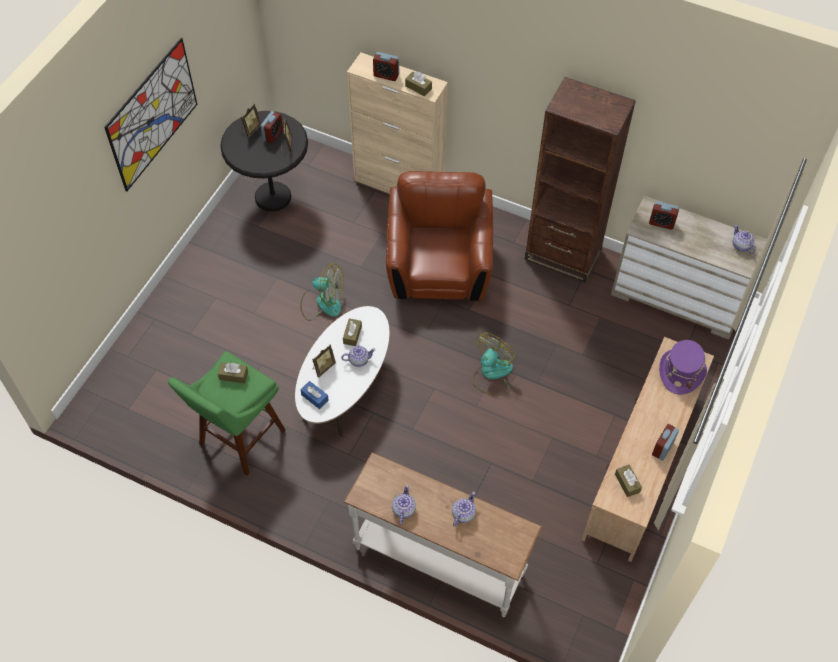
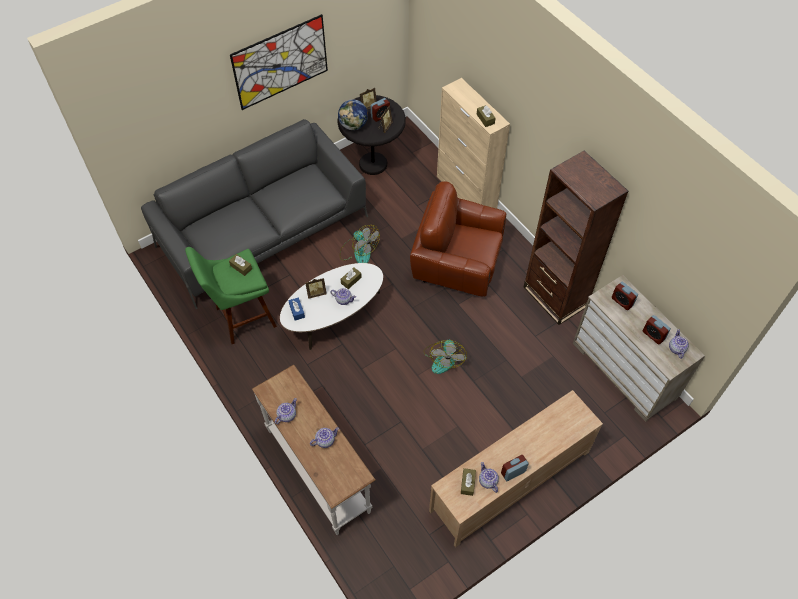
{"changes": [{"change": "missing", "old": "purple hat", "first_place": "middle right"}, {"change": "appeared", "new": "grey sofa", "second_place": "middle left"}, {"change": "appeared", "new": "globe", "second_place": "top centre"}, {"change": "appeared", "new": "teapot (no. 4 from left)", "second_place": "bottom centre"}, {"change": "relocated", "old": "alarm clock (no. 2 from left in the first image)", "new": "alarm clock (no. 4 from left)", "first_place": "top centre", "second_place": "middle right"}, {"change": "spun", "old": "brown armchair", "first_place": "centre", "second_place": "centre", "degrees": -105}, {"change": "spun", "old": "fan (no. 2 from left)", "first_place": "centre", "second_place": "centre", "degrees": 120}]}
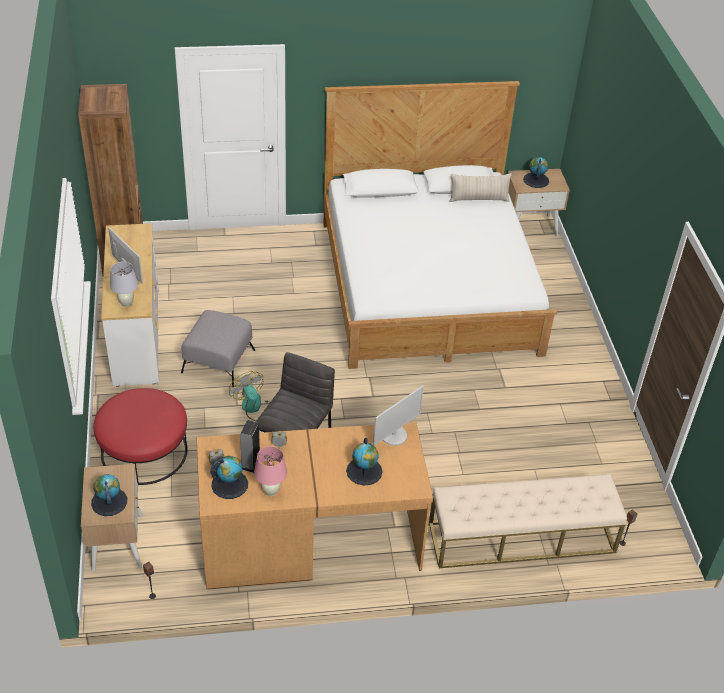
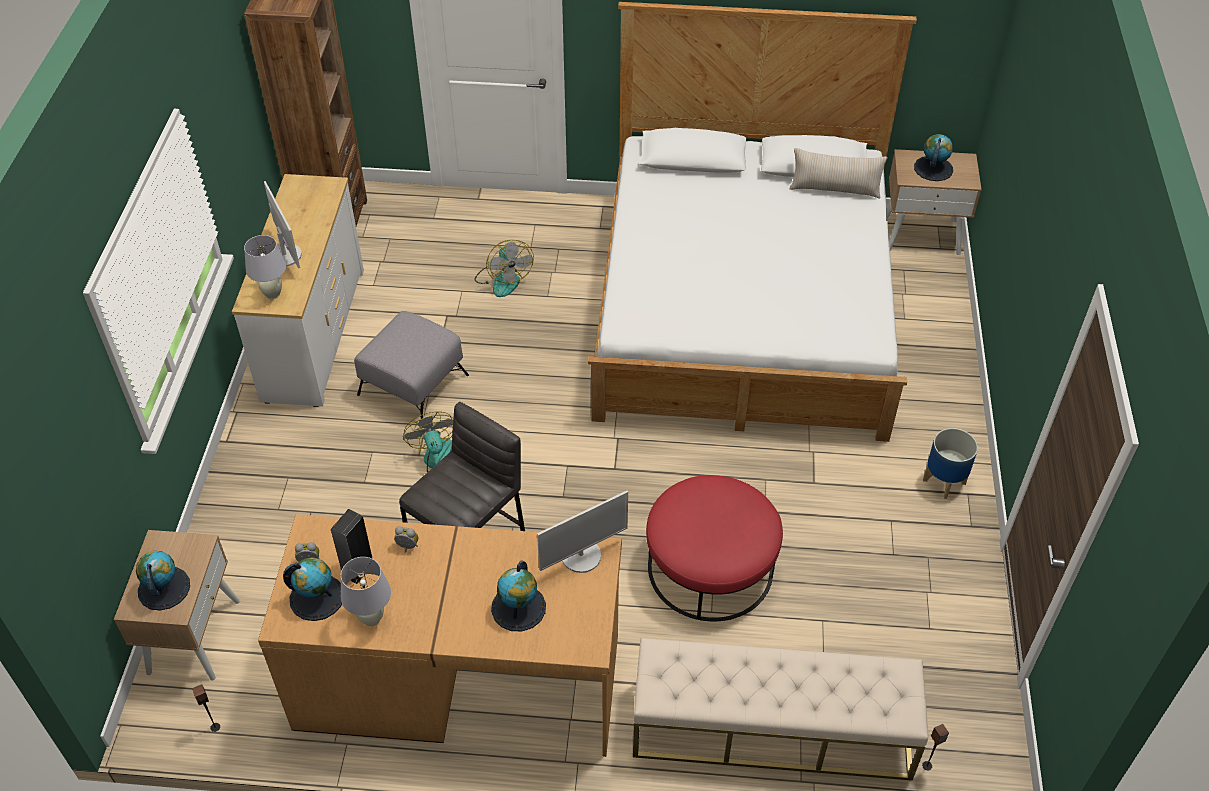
{"changes": [{"change": "appeared", "new": "fan (no. 2 from left)", "second_place": "centre"}, {"change": "appeared", "new": "planter", "second_place": "middle right"}, {"change": "relocated", "old": "red ottoman", "first_place": "middle left", "second_place": "bottom centre"}, {"change": "colour", "old": "pink table lamp", "new": "white table lamp (no. 2 from left)", "first_place": "bottom centre", "second_place": "bottom left"}]}
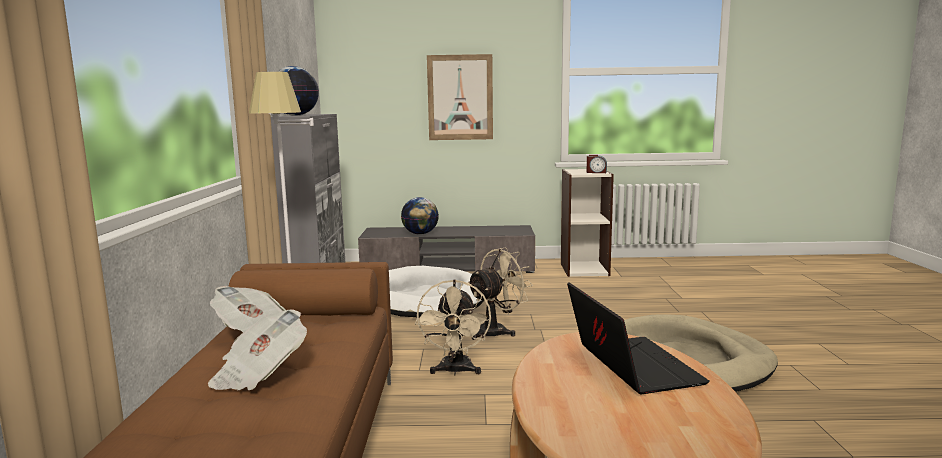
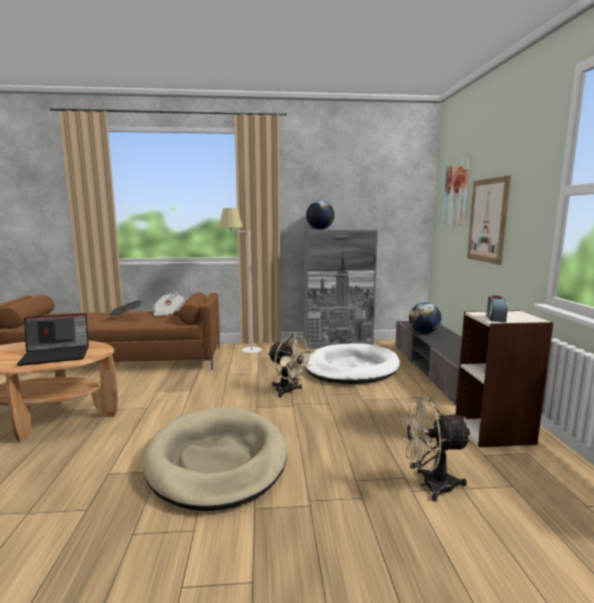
{"changes": [{"change": "appeared", "new": "picture (no. 1 from left)", "second_place": "top right"}, {"change": "relocated", "old": "beige fan (no. 1 from left in the first image)", "new": "beige fan (no. 2 from left)", "first_place": "bottom centre", "second_place": "bottom right"}]}
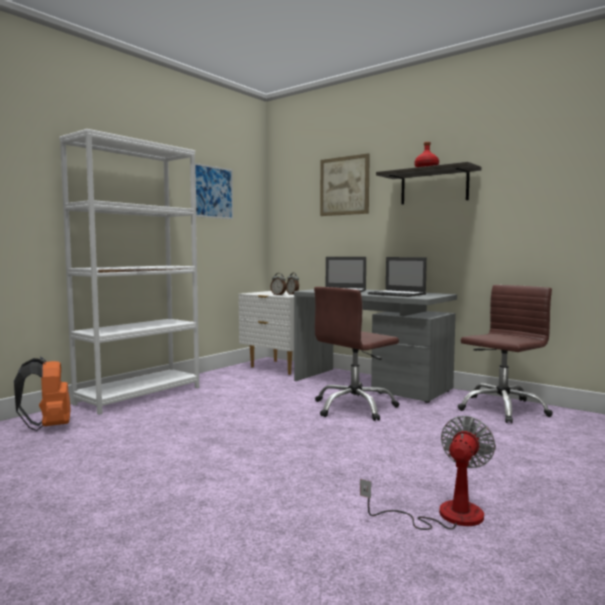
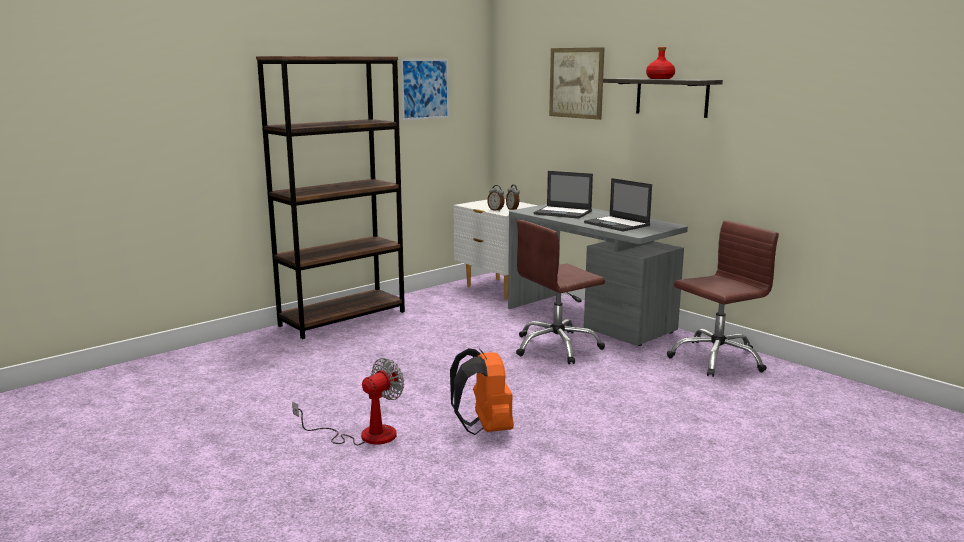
{"changes": [{"change": "relocated", "old": "orange backpack", "first_place": "middle left", "second_place": "bottom centre"}, {"change": "relocated", "old": "fan", "first_place": "bottom right", "second_place": "bottom centre"}, {"change": "colour", "old": "white bookcase", "new": "brown bookcase", "first_place": "middle left", "second_place": "centre"}]}
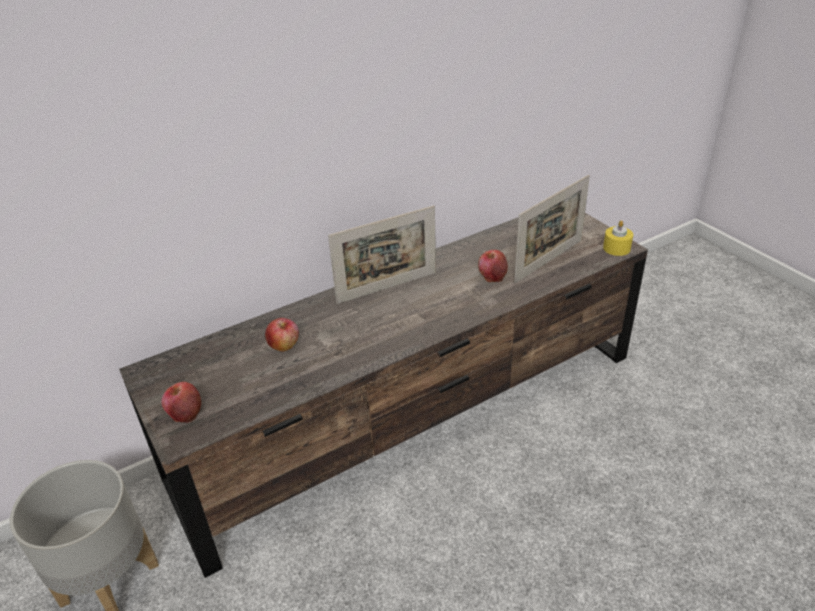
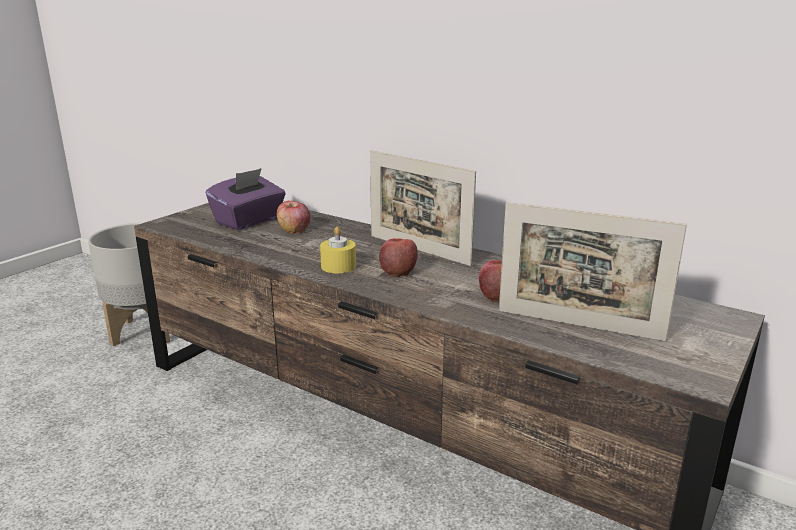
{"changes": [{"change": "appeared", "new": "purple tissue box", "second_place": "middle left"}, {"change": "relocated", "old": "apple (no. 1 from left in the first image)", "new": "apple (no. 2 from left)", "first_place": "middle left", "second_place": "centre"}, {"change": "relocated", "old": "yellow candle", "first_place": "middle right", "second_place": "centre"}]}
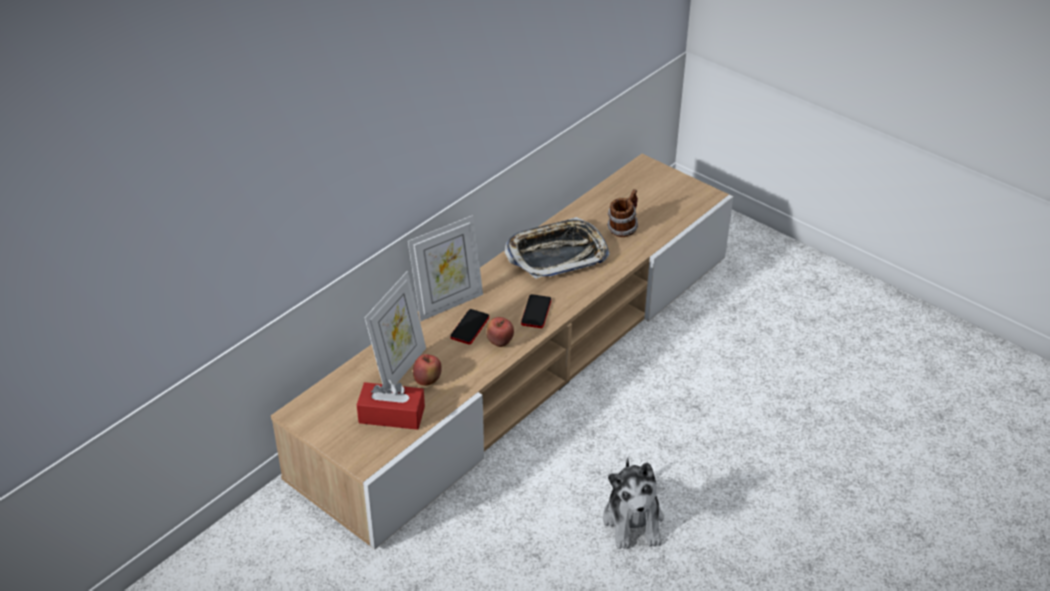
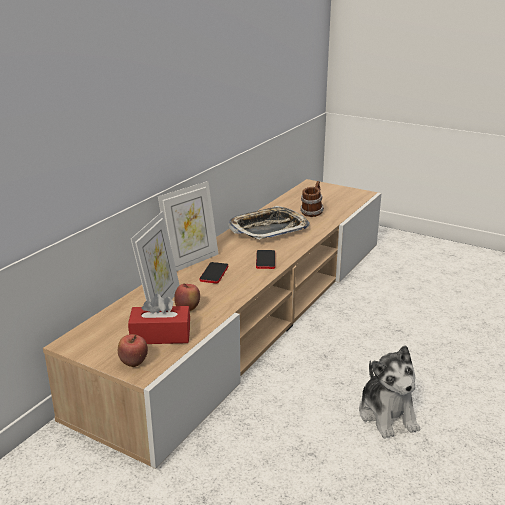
{"changes": [{"change": "relocated", "old": "apple (no. 2 from left in the first image)", "new": "apple (no. 1 from left)", "first_place": "centre", "second_place": "bottom left"}]}
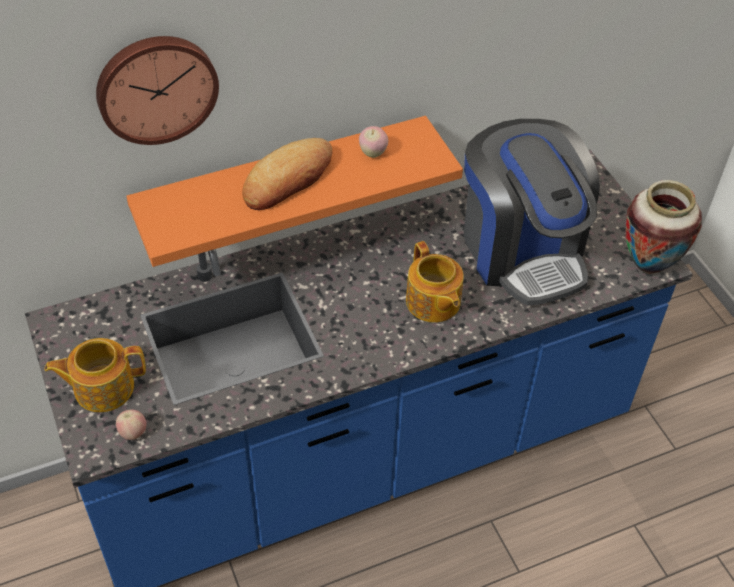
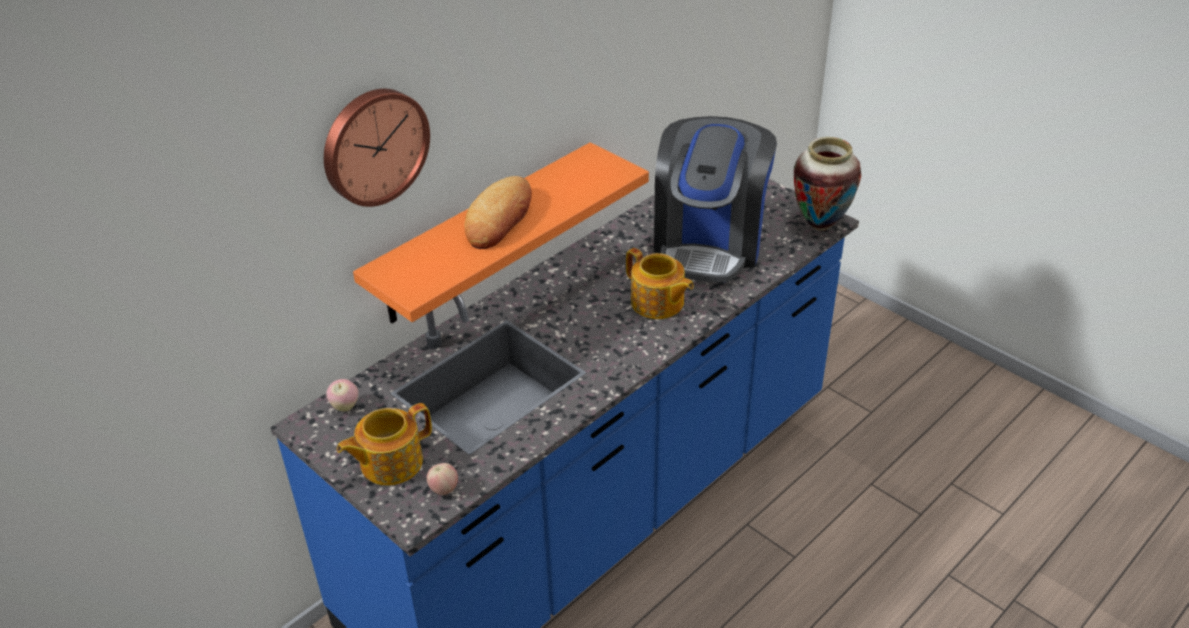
{"changes": [{"change": "relocated", "old": "apple (no. 2 from left in the first image)", "new": "apple (no. 1 from left)", "first_place": "top centre", "second_place": "middle left"}, {"change": "spun", "old": "coffee machine", "first_place": "middle right", "second_place": "top centre", "degrees": 60}]}
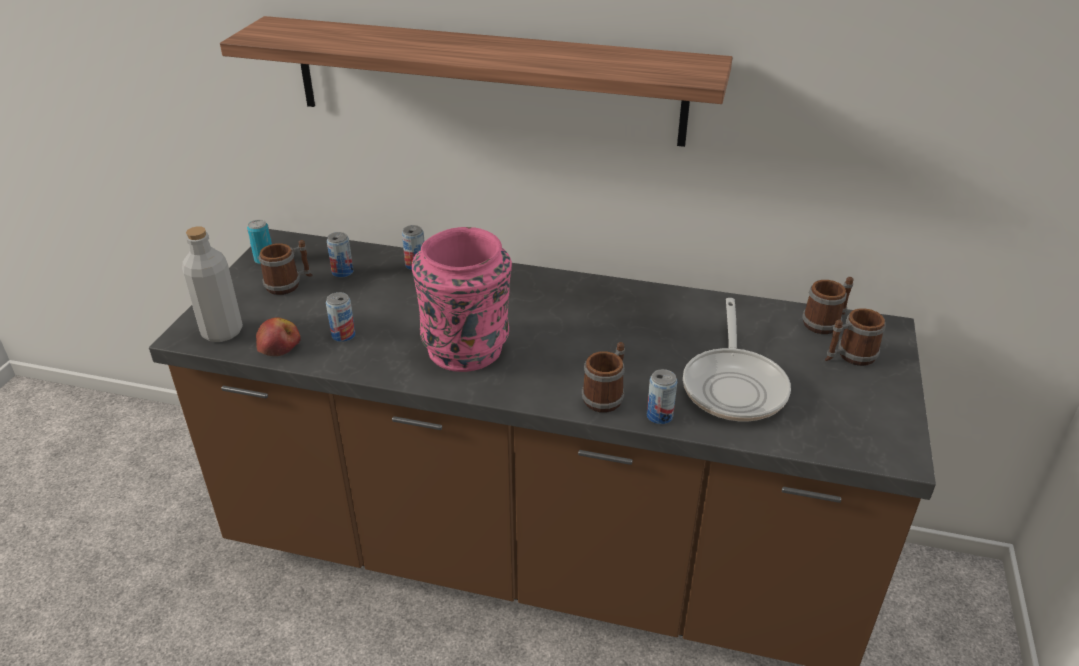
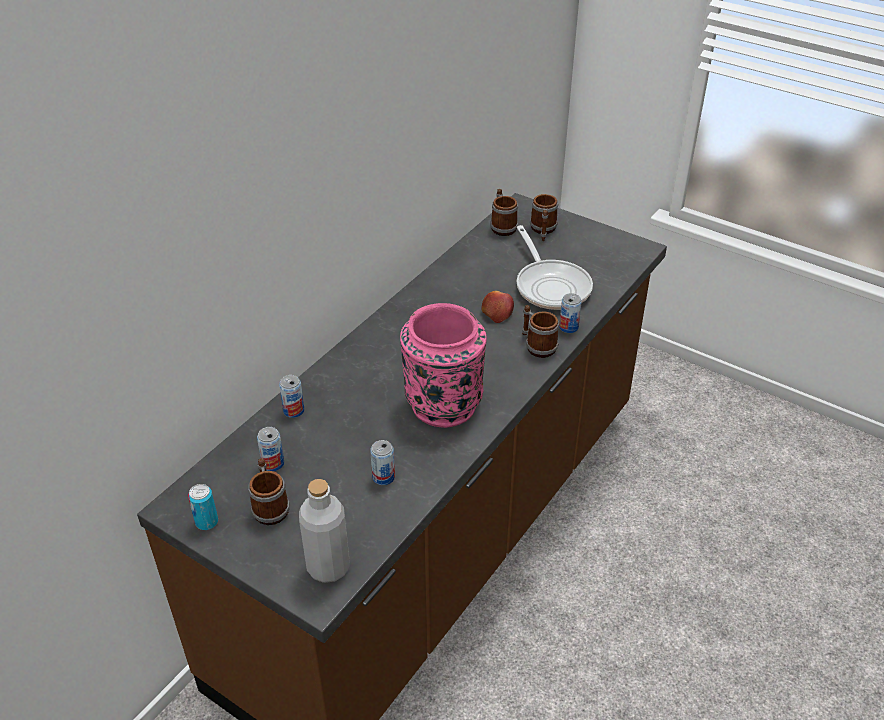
{"changes": [{"change": "missing", "old": "shelf", "first_place": "top centre"}, {"change": "relocated", "old": "apple", "first_place": "middle left", "second_place": "centre"}, {"change": "spun", "old": "frying pan", "first_place": "middle right", "second_place": "centre", "degrees": 45}]}
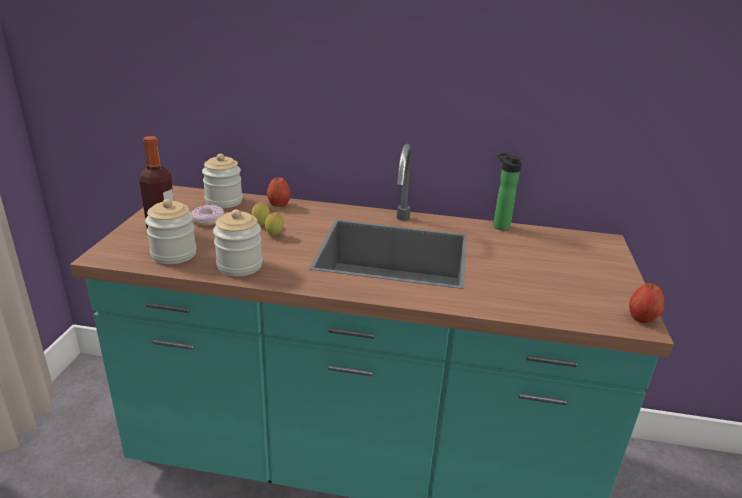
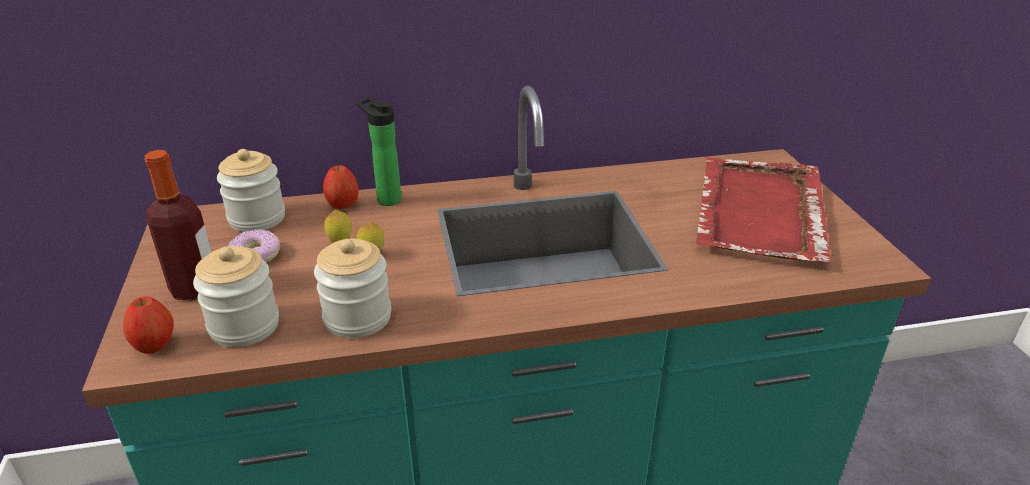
{"changes": [{"change": "appeared", "new": "red tray", "second_place": "middle right"}, {"change": "relocated", "old": "bottle (no. 2 from left)", "first_place": "middle right", "second_place": "top centre"}, {"change": "relocated", "old": "apple (no. 2 from left in the first image)", "new": "apple (no. 1 from left)", "first_place": "middle right", "second_place": "bottom left"}]}
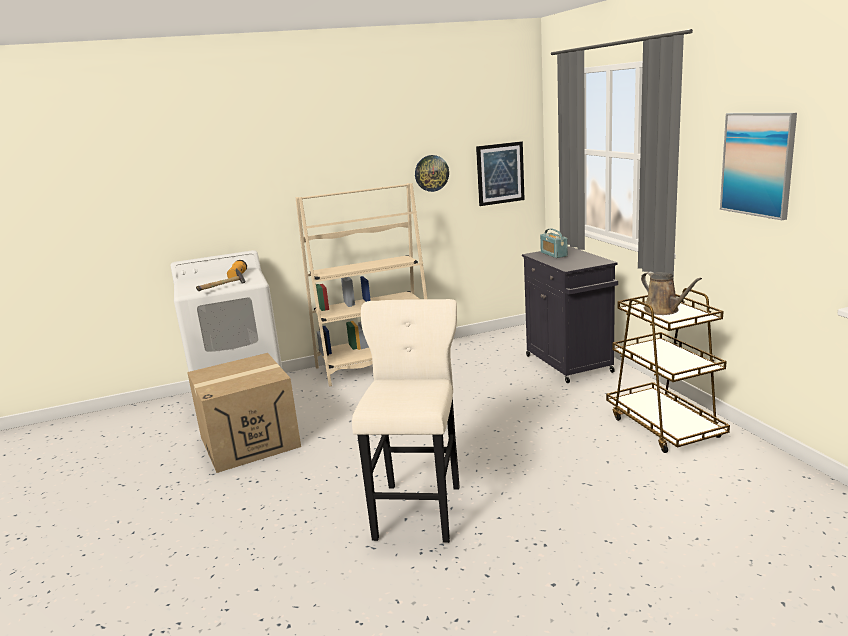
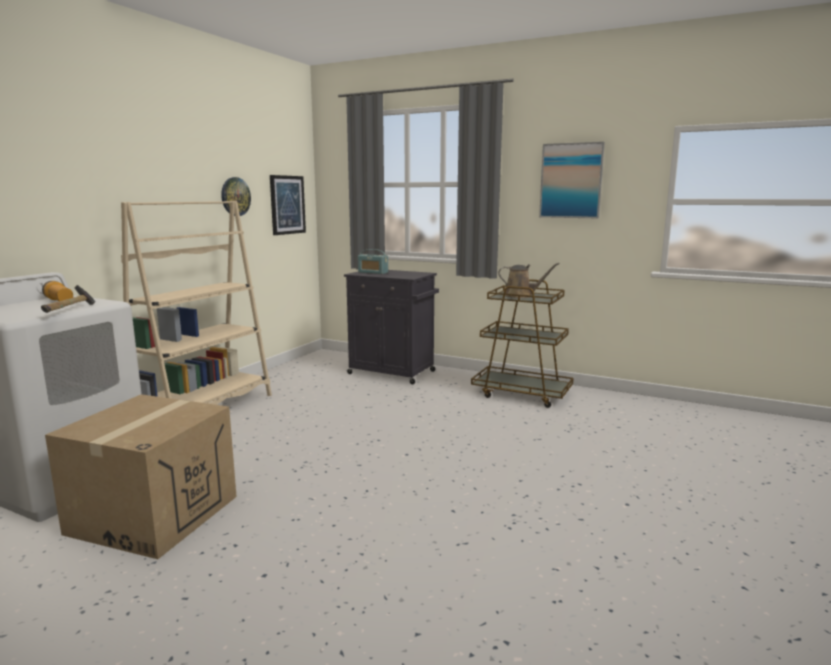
{"changes": [{"change": "missing", "old": "beige stool", "first_place": "centre"}]}
